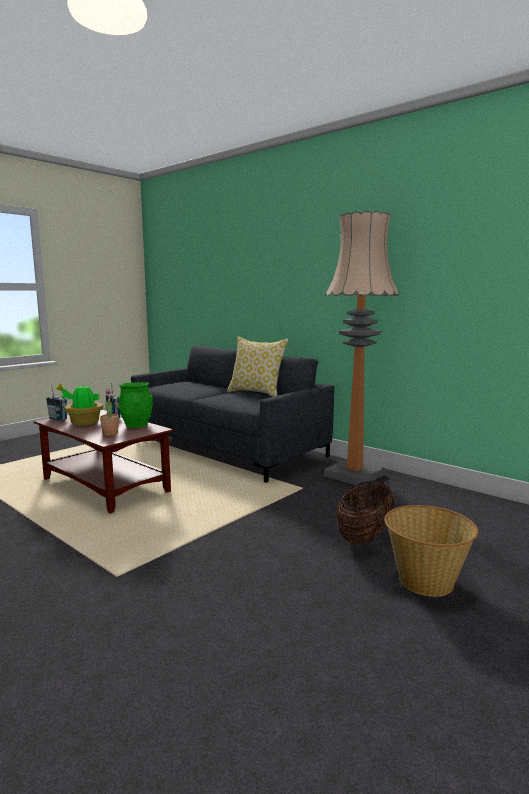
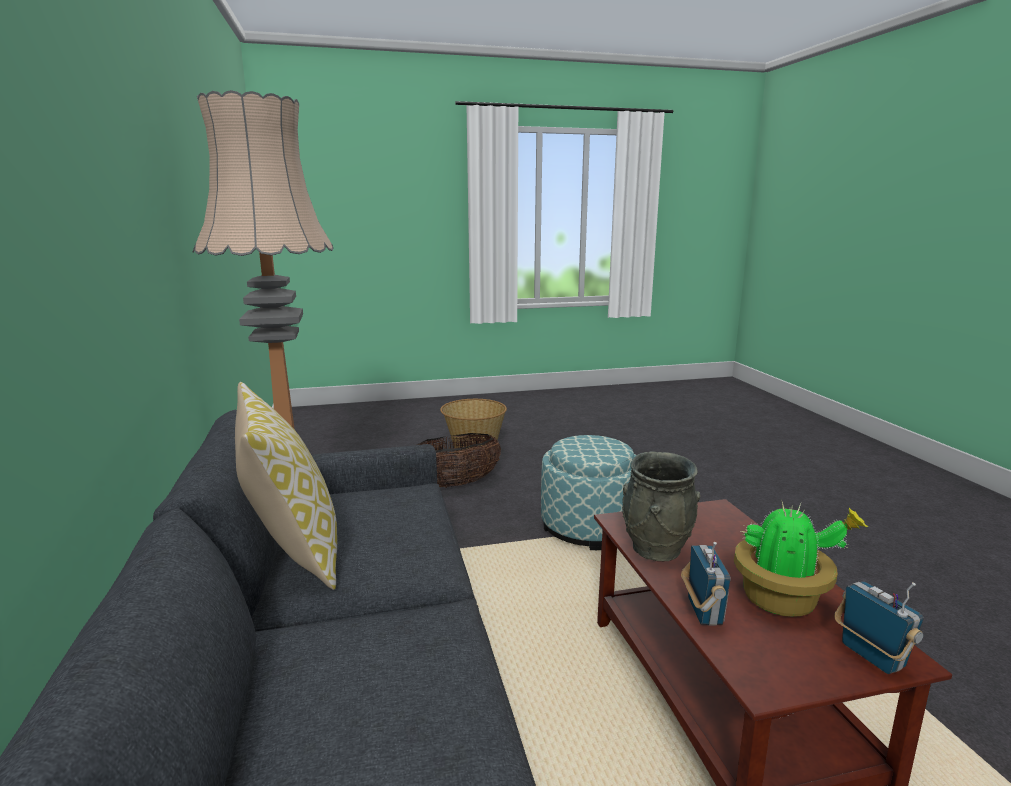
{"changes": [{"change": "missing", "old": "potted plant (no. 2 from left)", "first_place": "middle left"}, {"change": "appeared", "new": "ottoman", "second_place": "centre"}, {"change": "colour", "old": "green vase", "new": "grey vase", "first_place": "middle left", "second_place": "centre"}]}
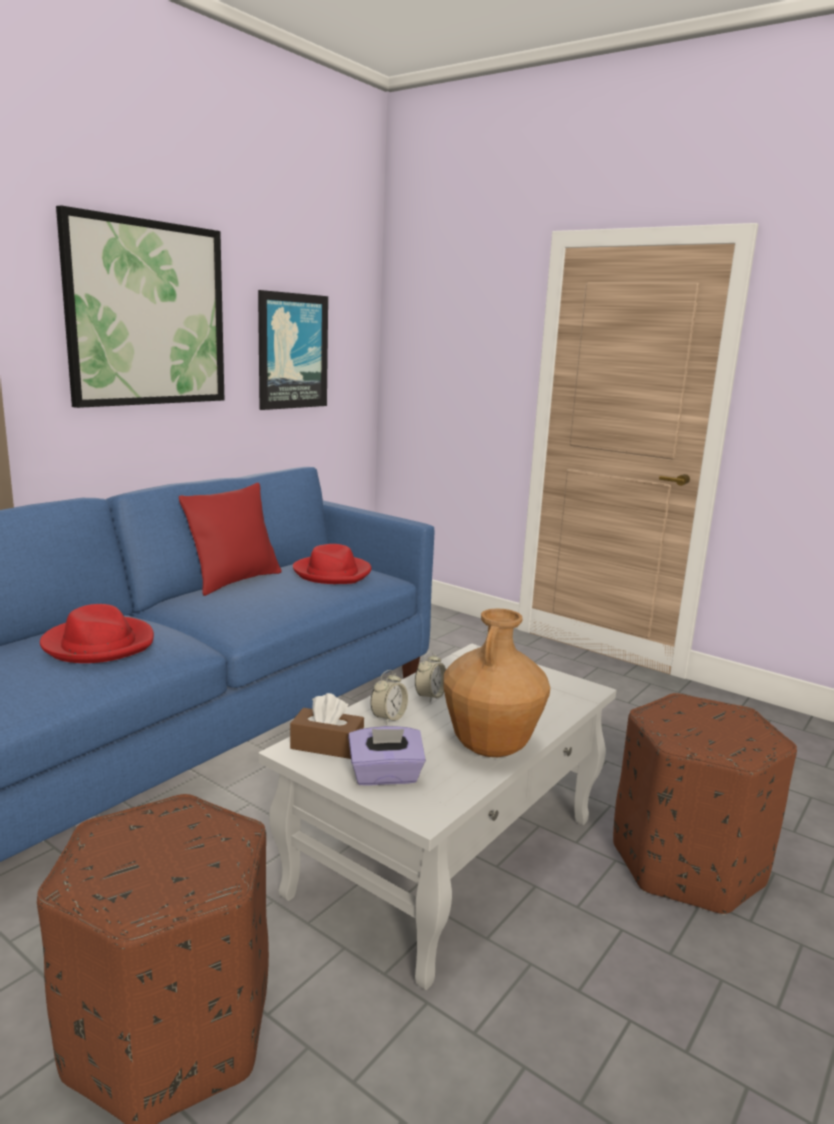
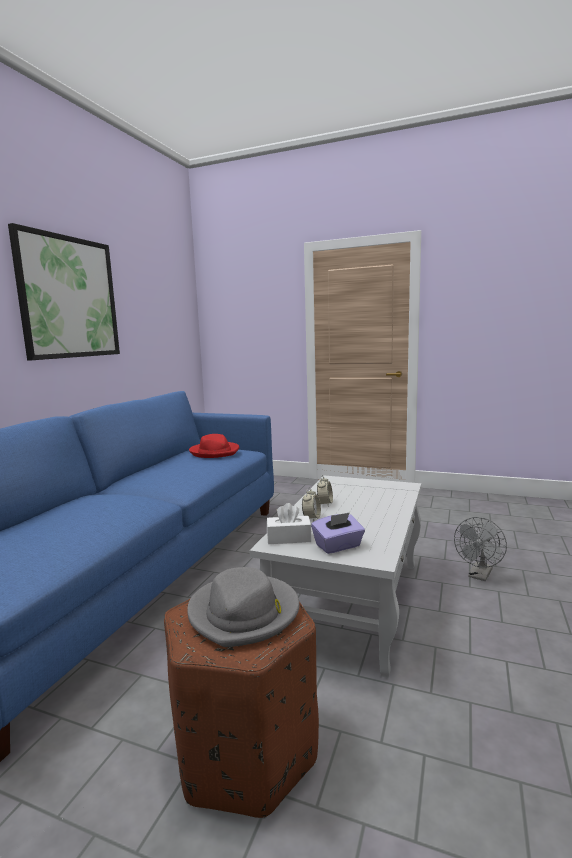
{"changes": [{"change": "missing", "old": "red hat (no. 1 from left)", "first_place": "middle left"}, {"change": "missing", "old": "red pillow", "first_place": "middle left"}, {"change": "missing", "old": "picture (no. 2 from left)", "first_place": "top centre"}, {"change": "missing", "old": "brown vase", "first_place": "centre"}, {"change": "appeared", "new": "grey hat", "second_place": "bottom centre"}, {"change": "exchanged", "old": "brown ottoman (no. 2 from left)", "new": "grey fan", "first_place": "bottom right", "second_place": "middle right"}, {"change": "colour", "old": "brown tissue box", "new": "white tissue box", "first_place": "centre", "second_place": "centre"}]}
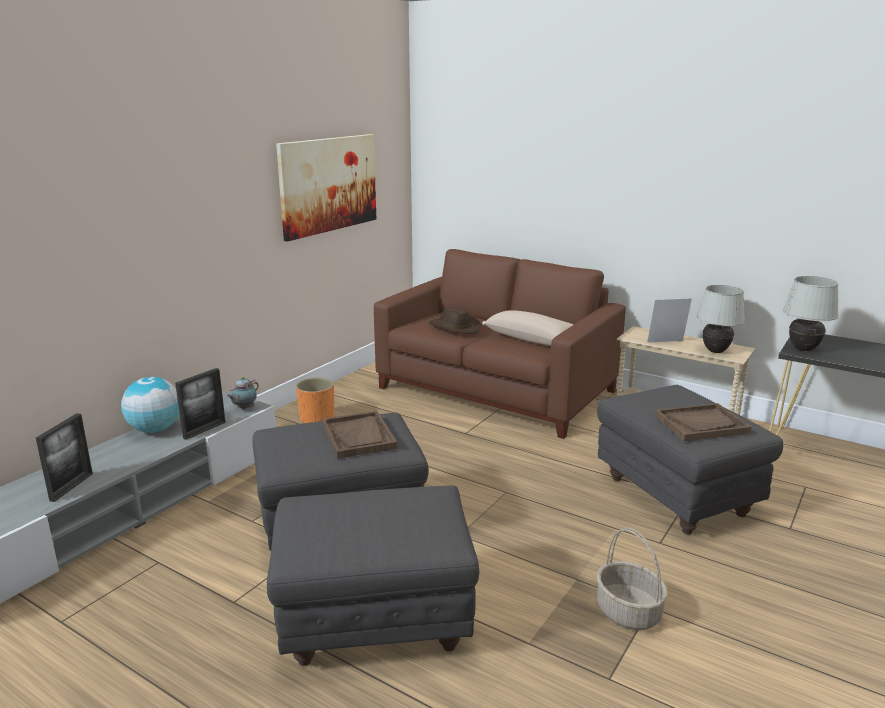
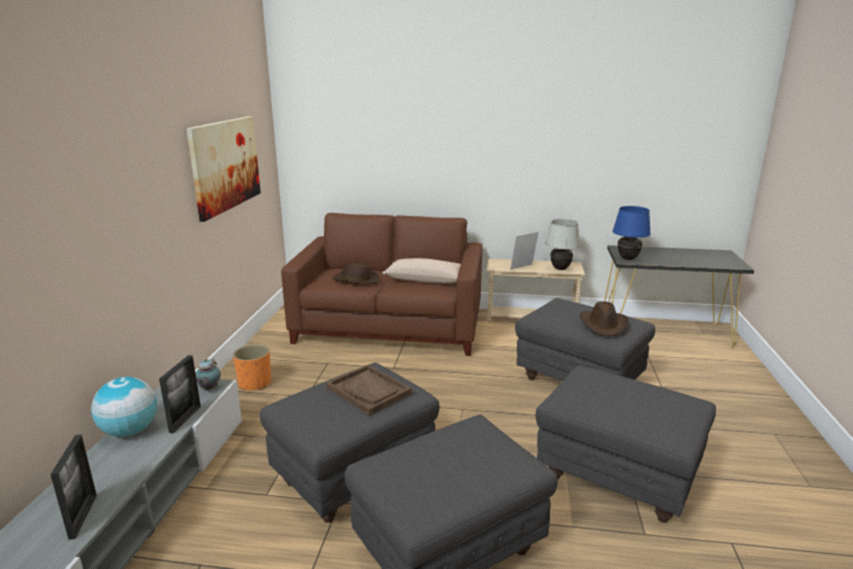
{"changes": [{"change": "exchanged", "old": "basket", "new": "grey ottoman (no. 4 from left)", "first_place": "bottom right", "second_place": "bottom right"}, {"change": "exchanged", "old": "brown tray (no. 2 from left)", "new": "brown hat (no. 2 from left)", "first_place": "middle right", "second_place": "middle right"}, {"change": "colour", "old": "white table lamp (no. 2 from left)", "new": "blue table lamp", "first_place": "middle right", "second_place": "middle right"}]}
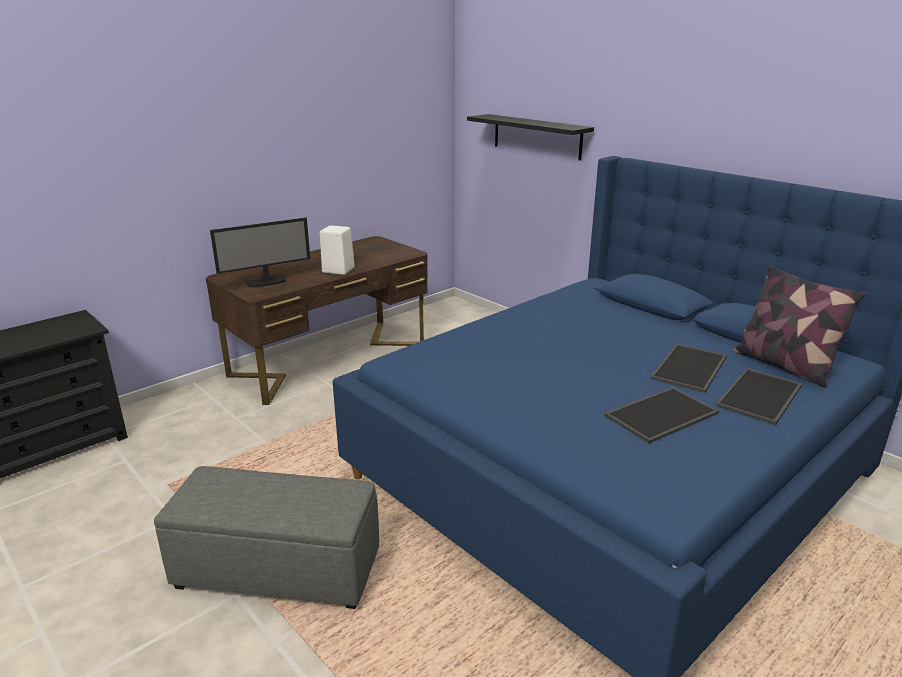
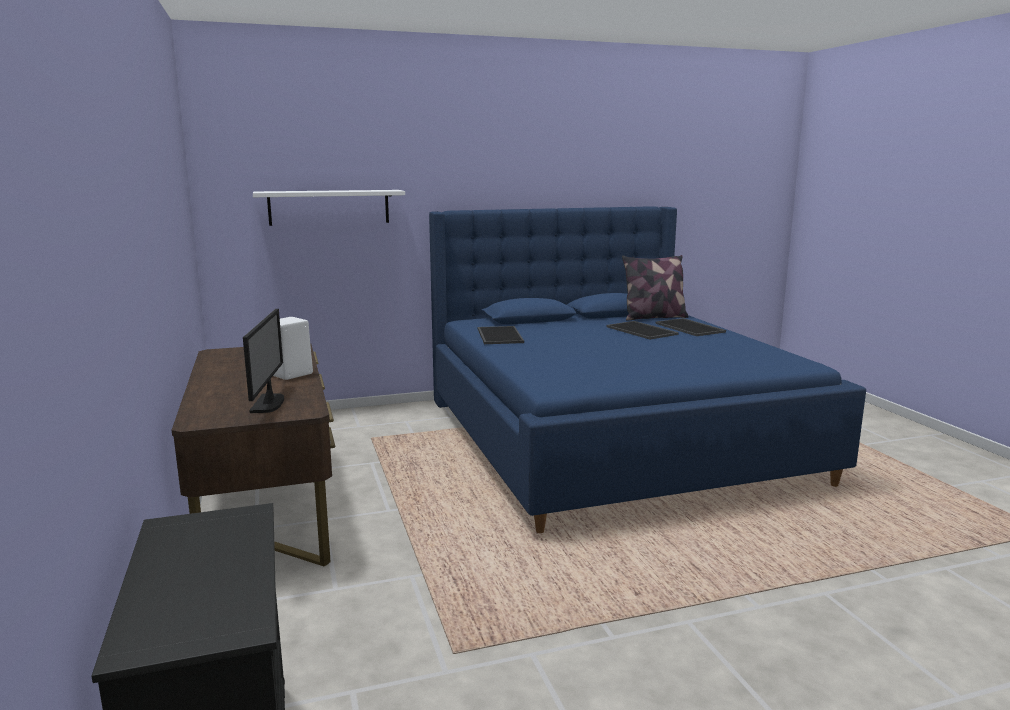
{"changes": [{"change": "missing", "old": "grey ottoman", "first_place": "bottom left"}, {"change": "relocated", "old": "tray (no. 1 from left)", "first_place": "middle right", "second_place": "centre"}, {"change": "colour", "old": "black shelf", "new": "white shelf", "first_place": "top centre", "second_place": "top left"}]}
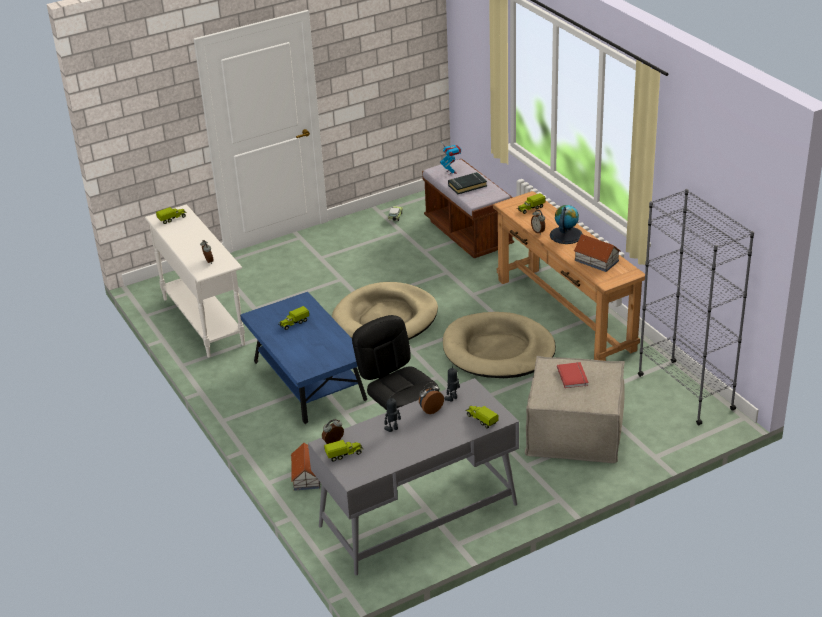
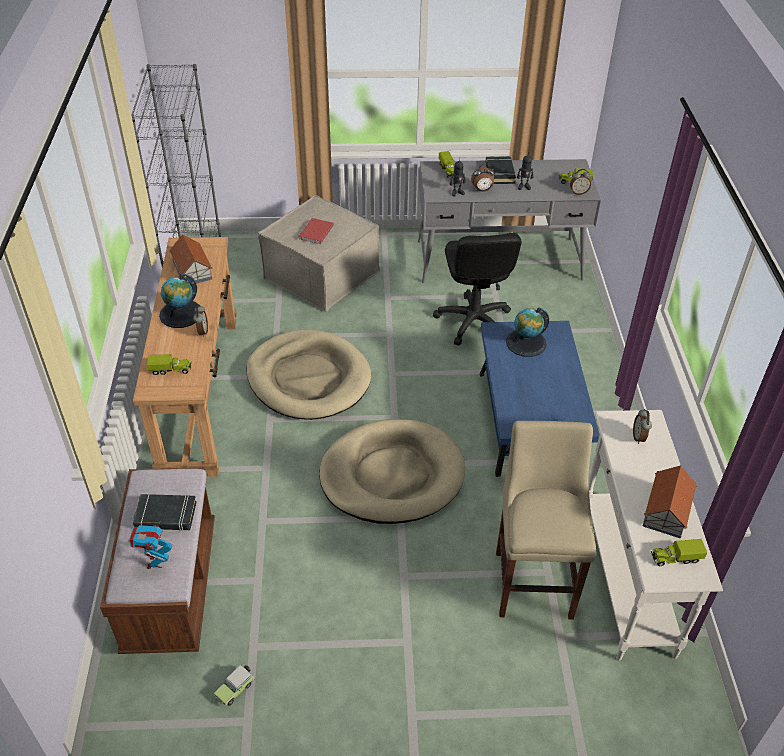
{"changes": [{"change": "missing", "old": "toy truck (no. 2 from left)", "first_place": "centre"}, {"change": "appeared", "new": "black book (no. 2 from left)", "second_place": "top centre"}, {"change": "appeared", "new": "beige stool", "second_place": "bottom right"}, {"change": "appeared", "new": "globe (no. 2 from left)", "second_place": "middle right"}, {"change": "relocated", "old": "toy house (no. 1 from left in the first image)", "new": "toy house (no. 2 from left)", "first_place": "bottom centre", "second_place": "middle right"}]}
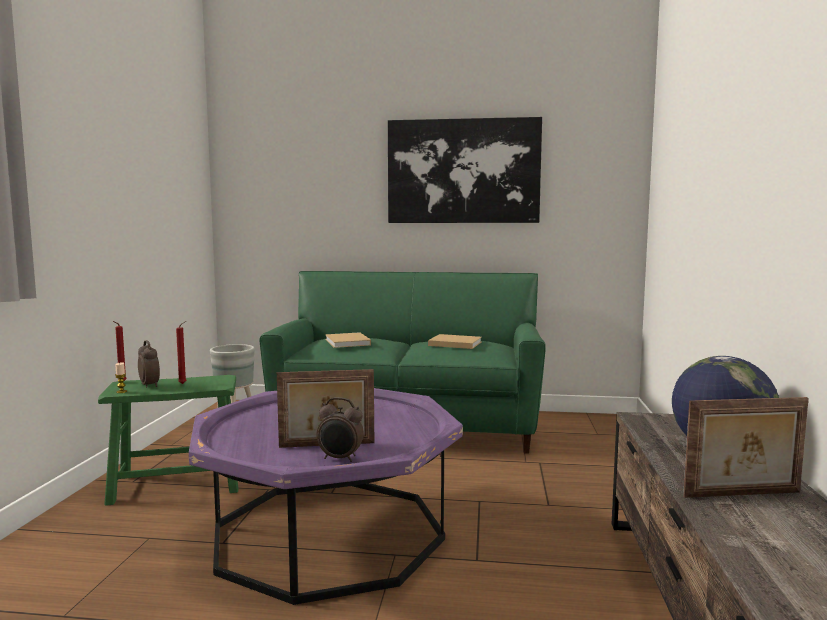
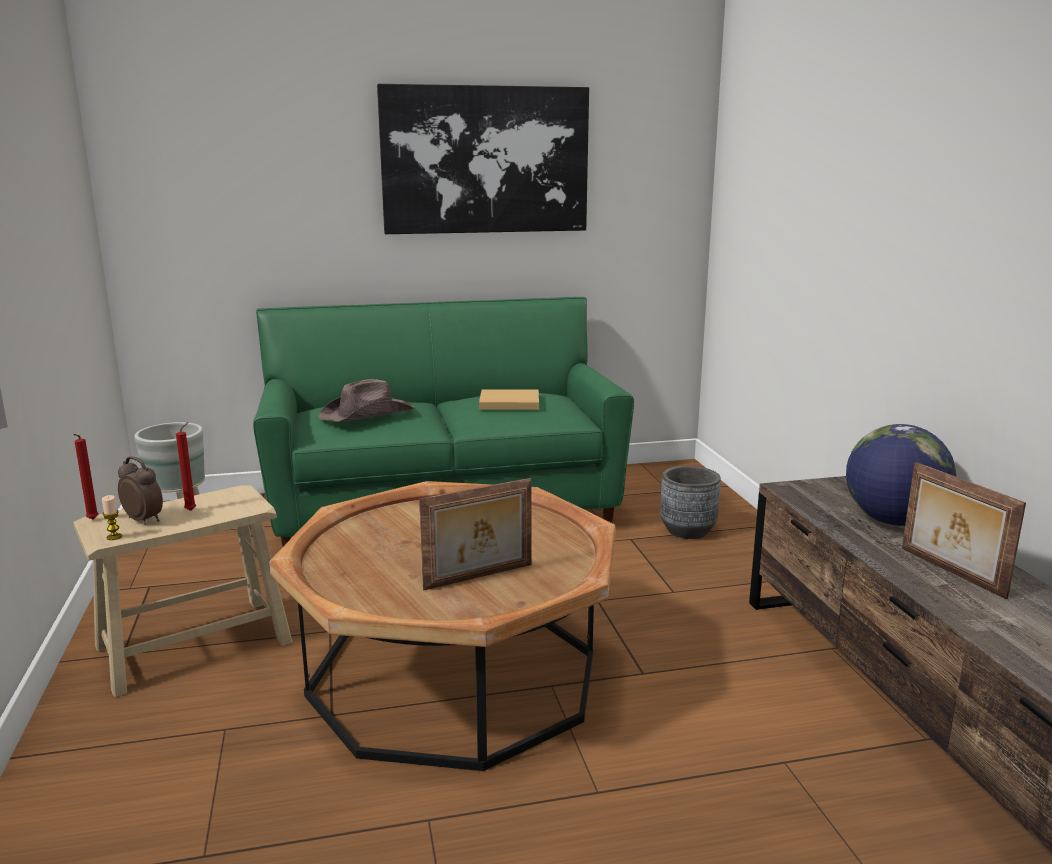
{"changes": [{"change": "missing", "old": "alarm clock (no. 2 from left)", "first_place": "bottom centre"}, {"change": "appeared", "new": "grey planter (no. 2 from left)", "second_place": "centre"}, {"change": "exchanged", "old": "beige book (no. 1 from left)", "new": "brown hat", "first_place": "centre", "second_place": "centre"}, {"change": "colour", "old": "green stool", "new": "beige stool", "first_place": "bottom left", "second_place": "bottom left"}, {"change": "colour", "old": "purple coffee table", "new": "brown coffee table", "first_place": "bottom centre", "second_place": "bottom centre"}, {"change": "spun", "old": "picture frame (no. 2 from left)", "first_place": "bottom right", "second_place": "middle right", "degrees": 90}]}
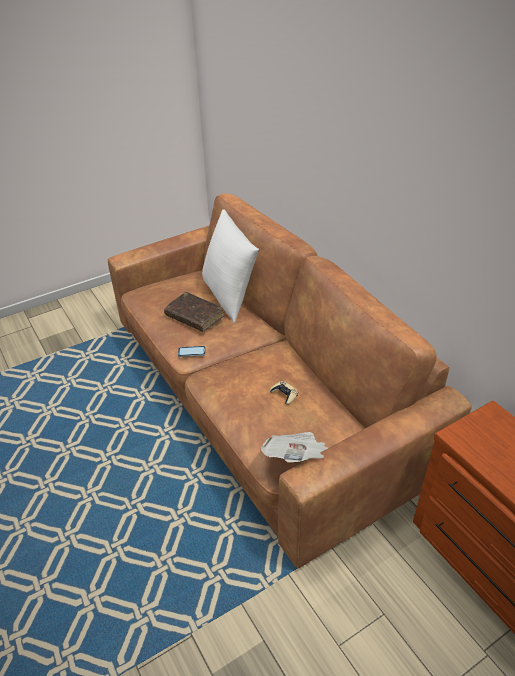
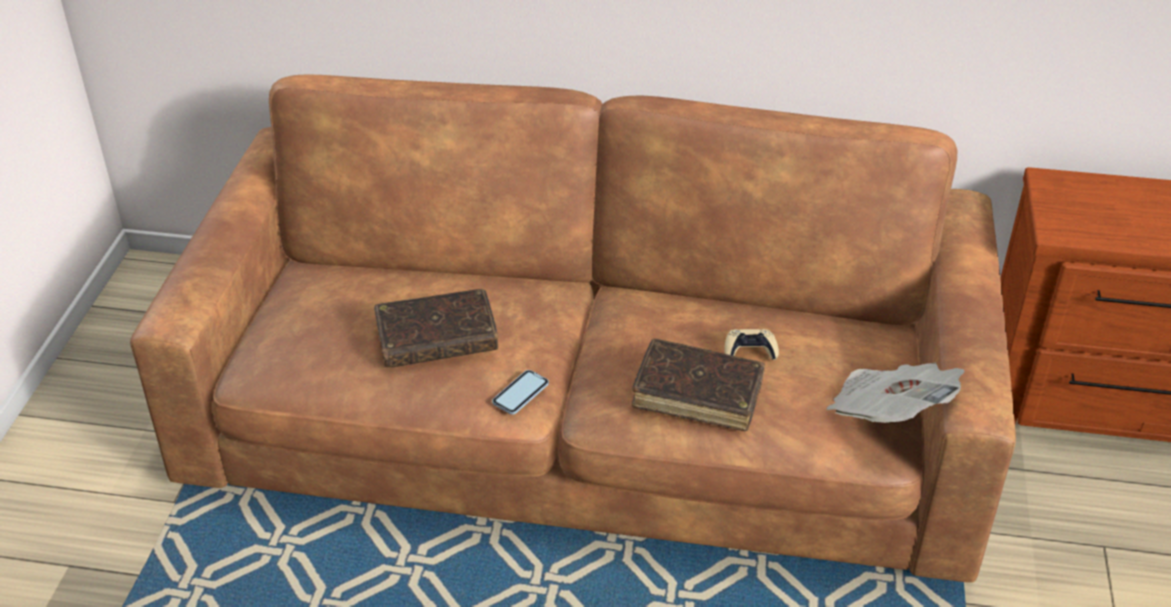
{"changes": [{"change": "missing", "old": "white pillow", "first_place": "centre"}, {"change": "appeared", "new": "brown book (no. 2 from left)", "second_place": "centre"}]}
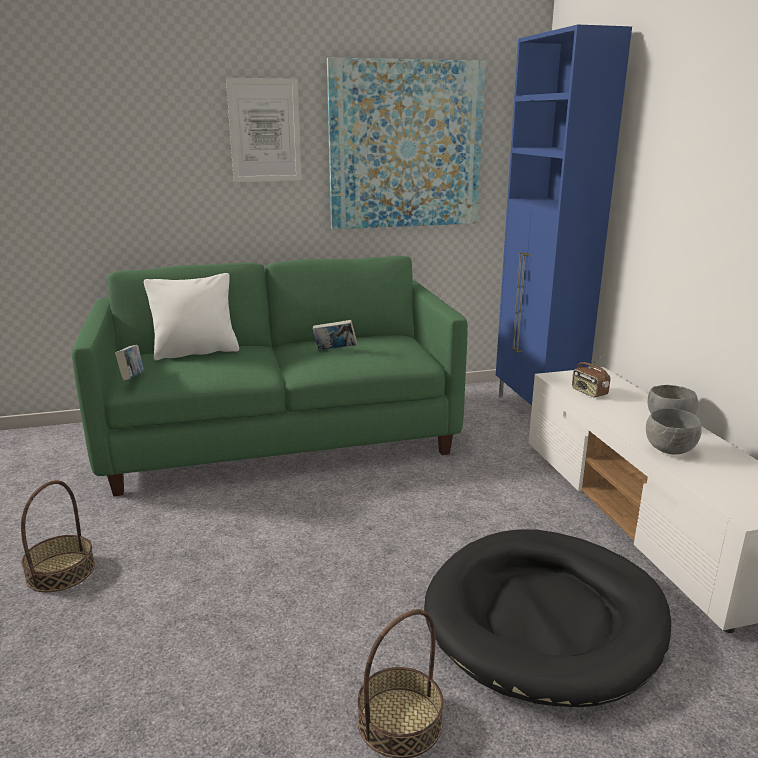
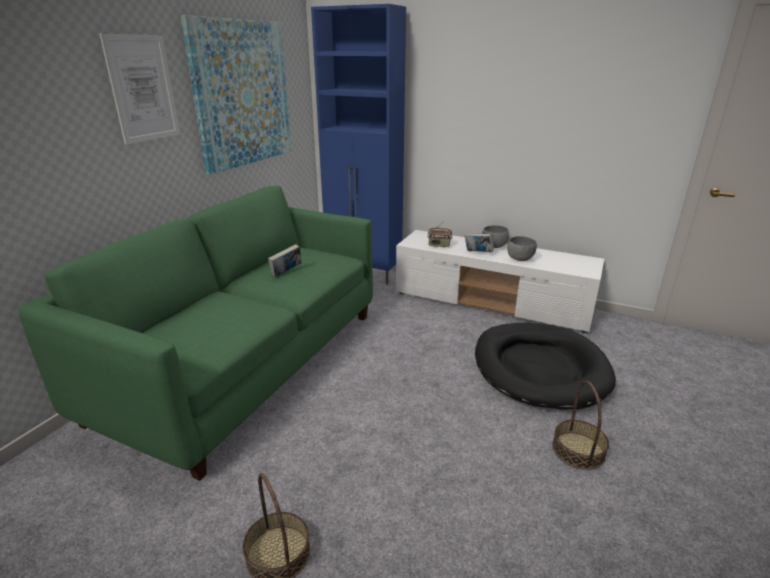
{"changes": [{"change": "missing", "old": "white pillow", "first_place": "middle left"}, {"change": "relocated", "old": "book (no. 1 from left in the first image)", "new": "book (no. 2 from left)", "first_place": "middle left", "second_place": "centre"}]}
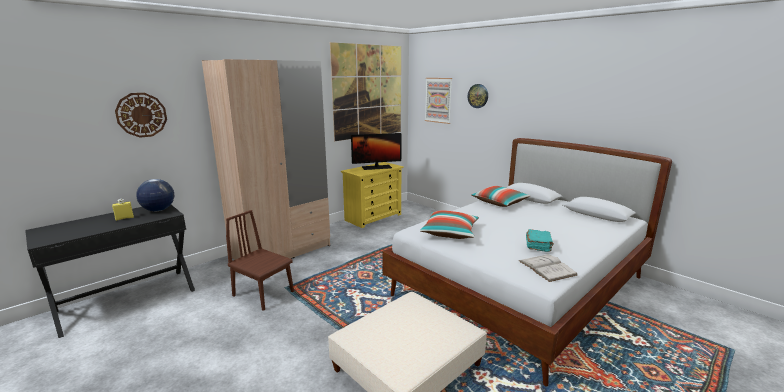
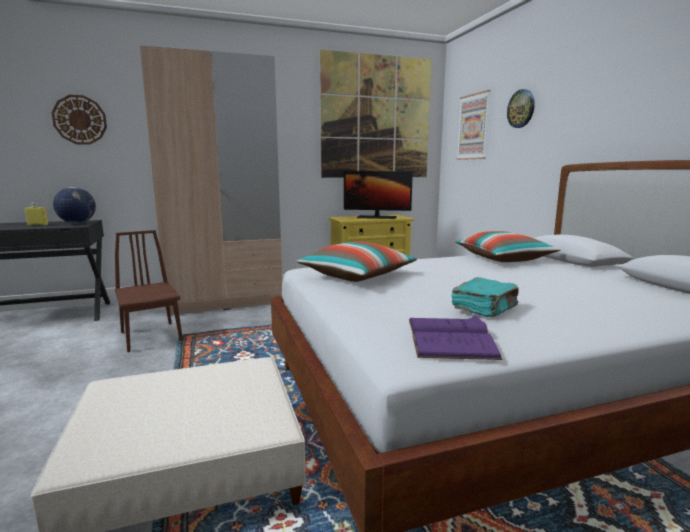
{"changes": [{"change": "colour", "old": "white book", "new": "purple book", "first_place": "bottom right", "second_place": "centre"}]}
